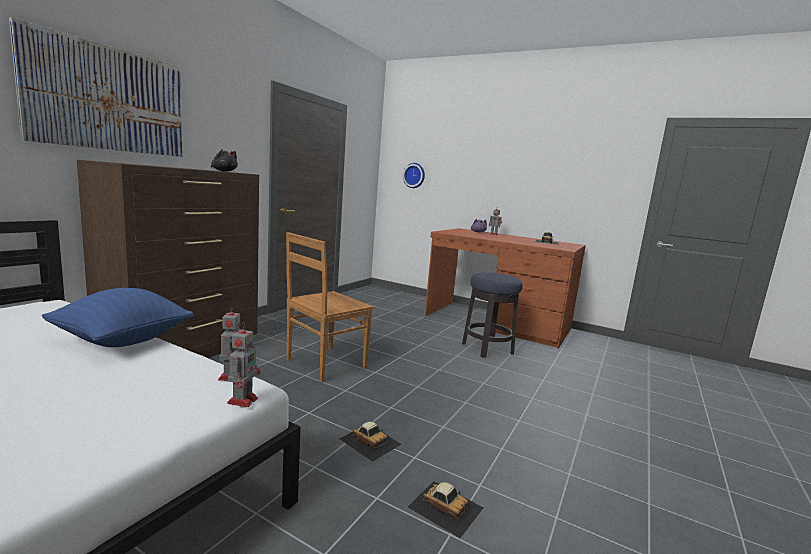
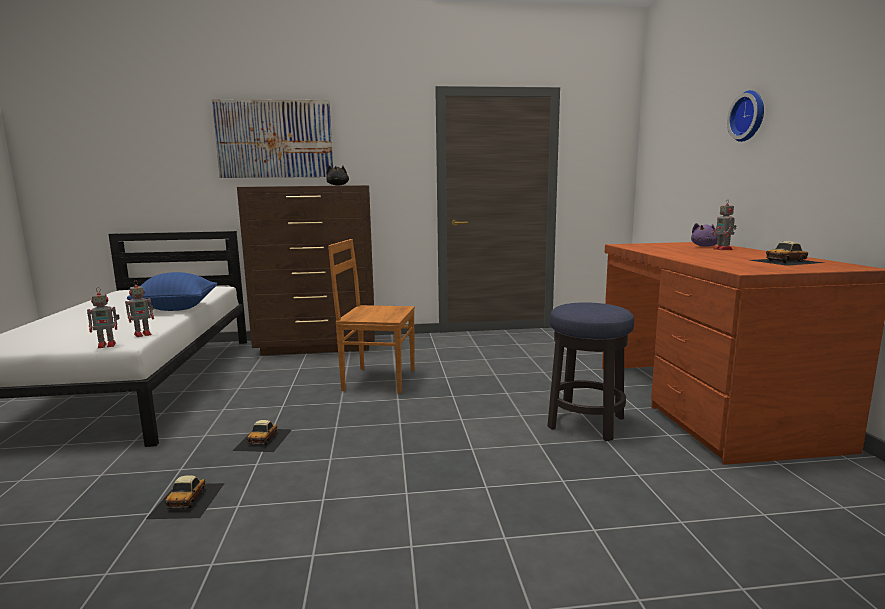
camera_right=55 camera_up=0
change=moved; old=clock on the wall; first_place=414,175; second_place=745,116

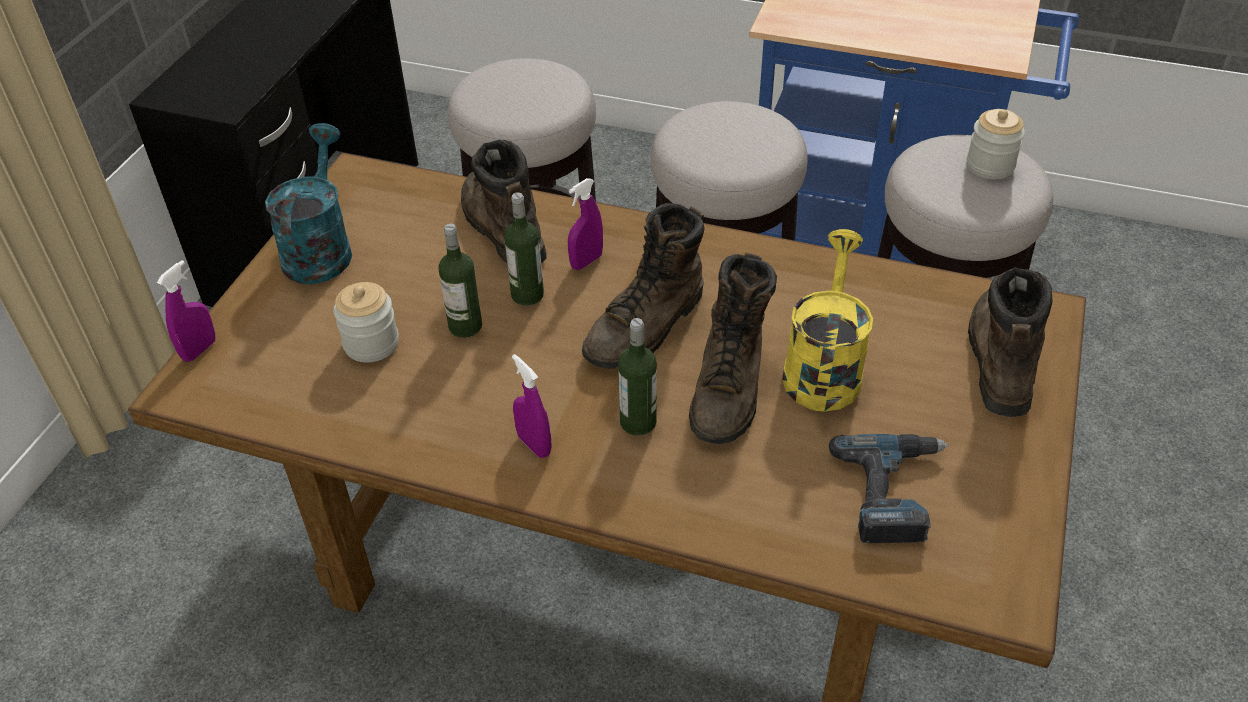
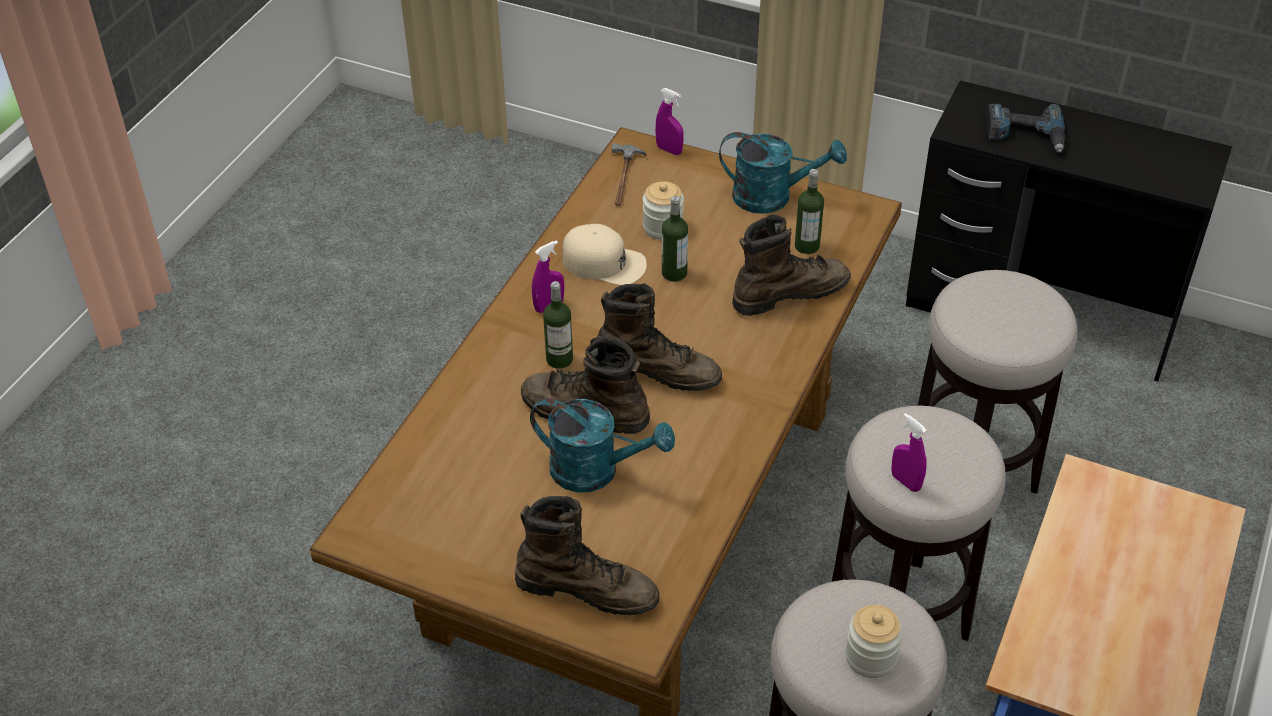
camera_right=95 camera_up=0
change=moved; old=purple spray bottle; first_place=585,224; second_place=909,452
change=moved; old=beverage bottle; first_place=524,249; second_place=809,211
change=turned; old=brown-coloured high-top boot; first_place=643,286; second_place=659,337; degrees=150
change=recoloured; old=yellow-coloured sprinkling can; new=turquoise sprinkling can; first_place=827,320; second_place=602,445
change=moved; old=drill; first_place=889,488; second_place=1026,128
change=added; new=tool hammer; second_place=629,174
change=added; new=beige peaked cap; second_place=604,254

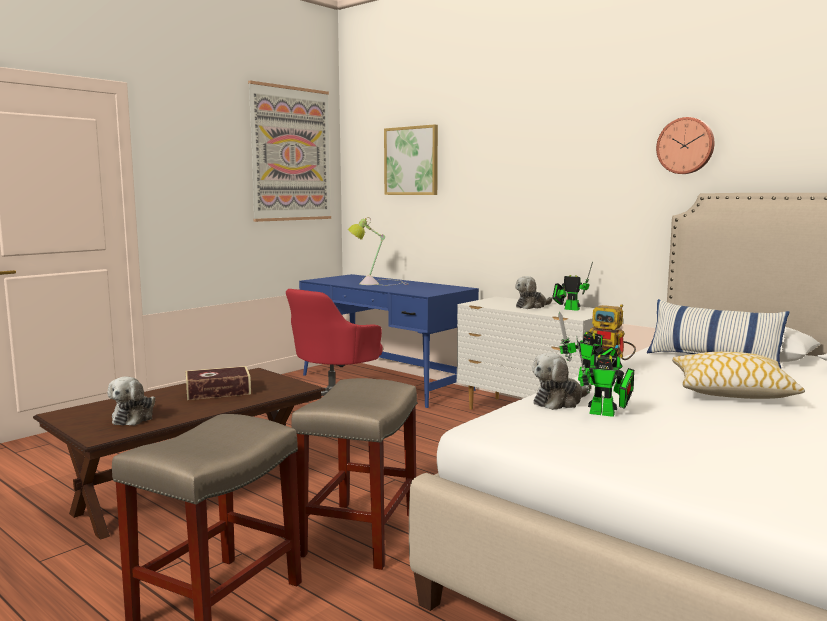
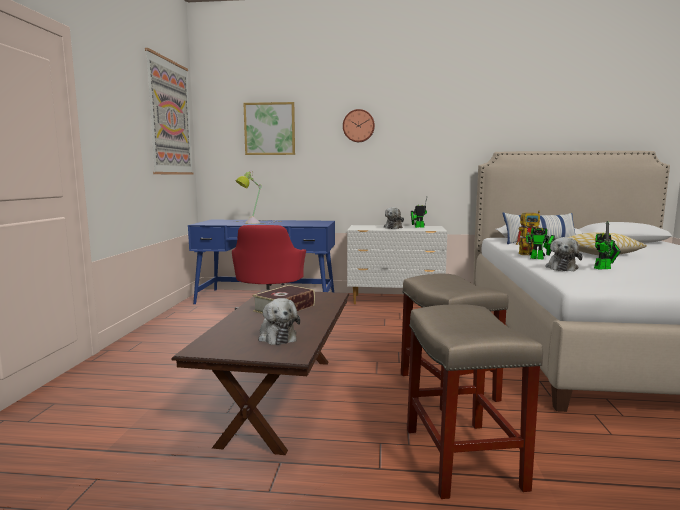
camera_right=-35 camera_up=0
change=moved; old=clock on the wall; first_place=685,145; second_place=359,125

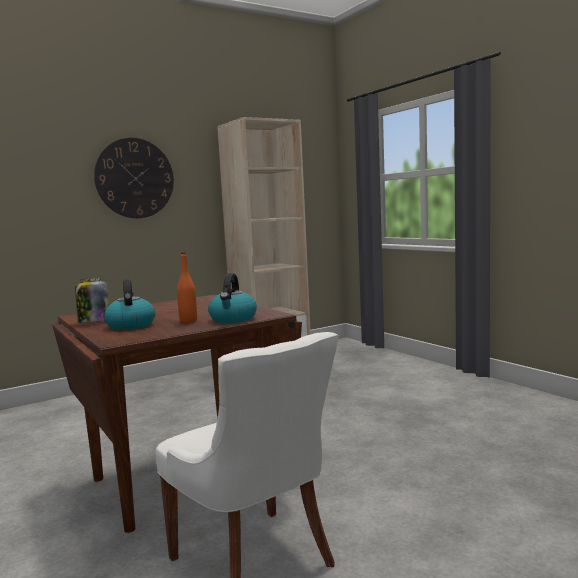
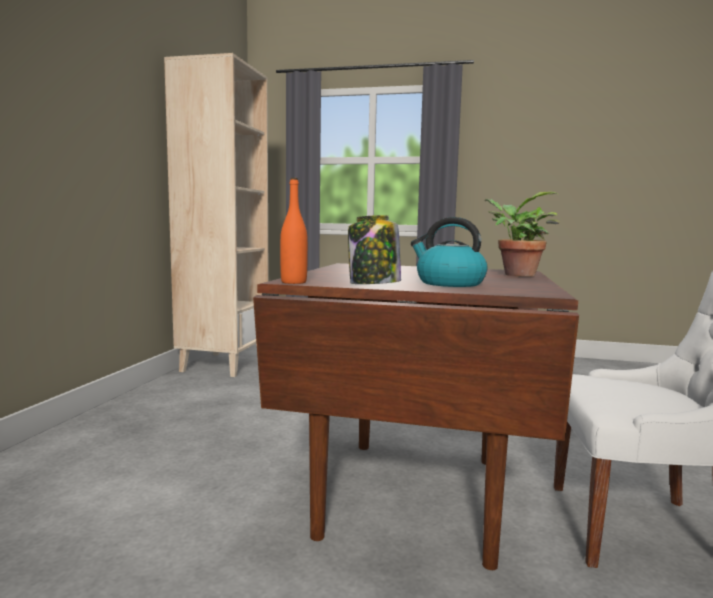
camera_right=-45 camera_up=0
change=removed; old=clock on the wall; first_place=134,178
change=moved; old=orange beverage bottle; first_place=187,287; second_place=294,231
change=replaced; old=water kettle; new=plant in a pot; first_place=232,298; second_place=522,234

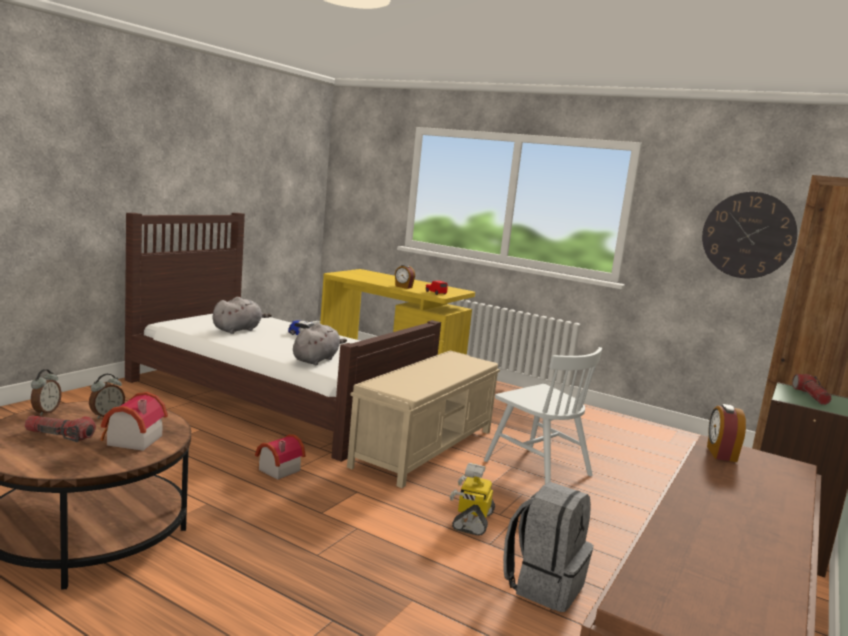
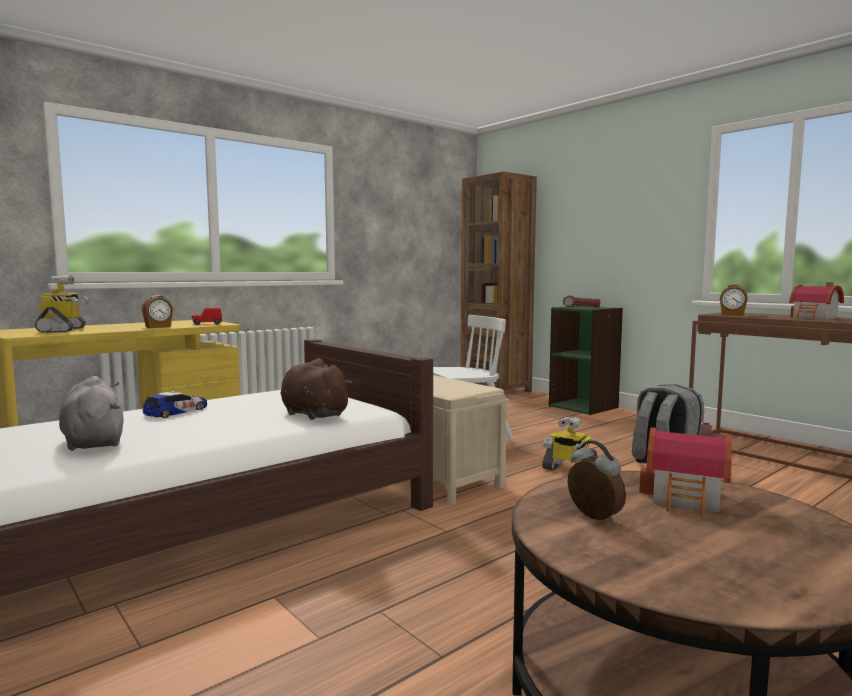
camera_right=-70 camera_up=-5
change=removed; old=clock on the wall; first_place=749,235
change=recoloured; old=greyish soft toy; new=brown-coloured soft toy; first_place=320,344; second_place=316,389
change=removed; old=bedside clock; first_place=46,392
change=removed; old=flashlight; first_place=60,428
change=moved; old=miniature house; first_place=280,457; second_place=816,301
change=added; new=toy robot; second_place=62,304

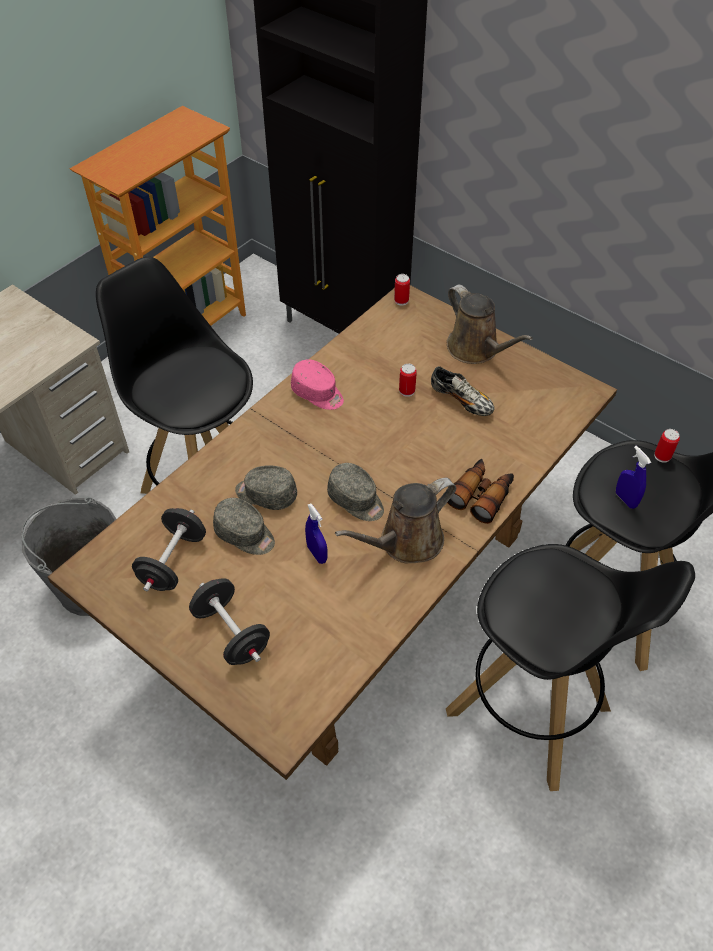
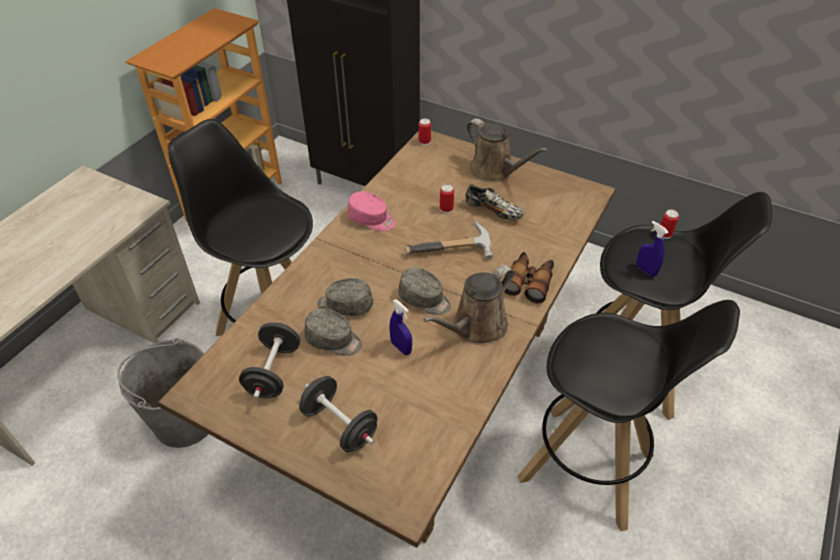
camera_right=-10 camera_up=-5
change=added; new=tool hammer; second_place=449,239

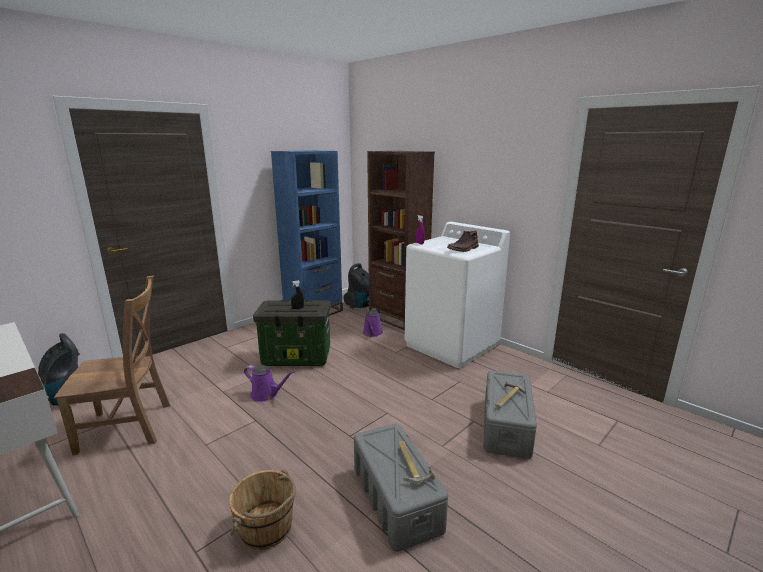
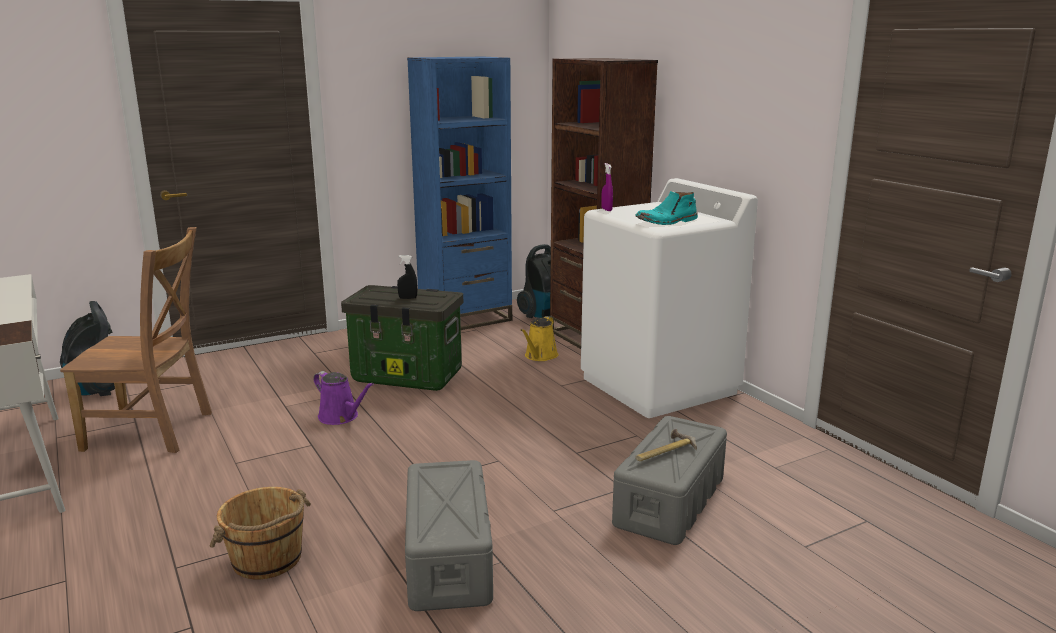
camera_right=15 camera_up=0
change=recoloured; old=brown-coloured high-top boot; new=turquoise high-top boot; first_place=463,241; second_place=666,208
change=recoloured; old=purple sprinkling can; new=yellow-coloured sprinkling can; first_place=373,322; second_place=539,338
change=removed; old=tool hammer; first_place=416,463

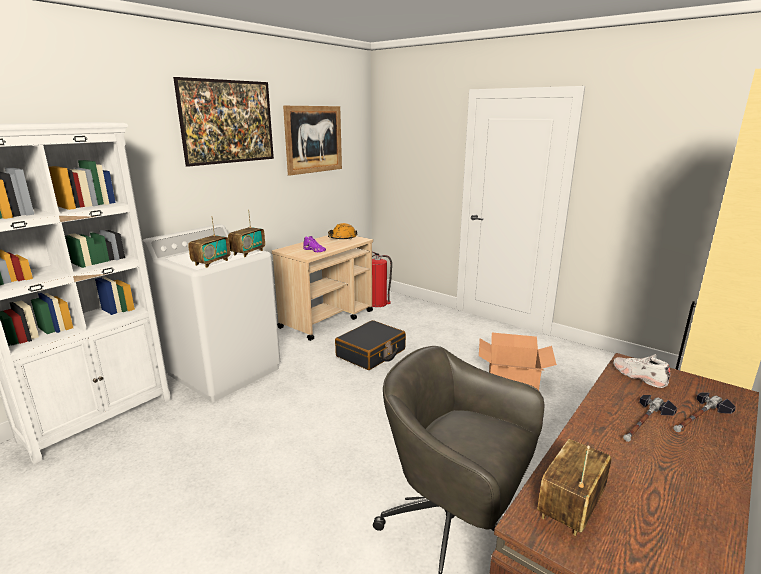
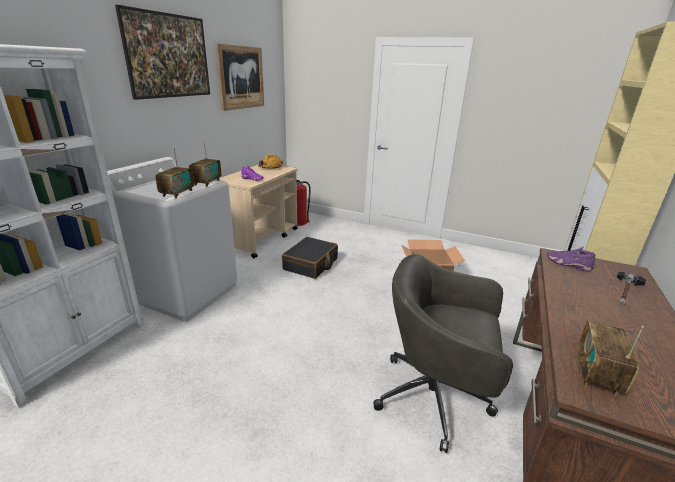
camera_right=-15 camera_up=5
change=recoloured; old=white-coloured low shoe; new=purple low shoe; first_place=642,371; second_place=571,259
change=removed; old=tool hammer; first_place=650,418

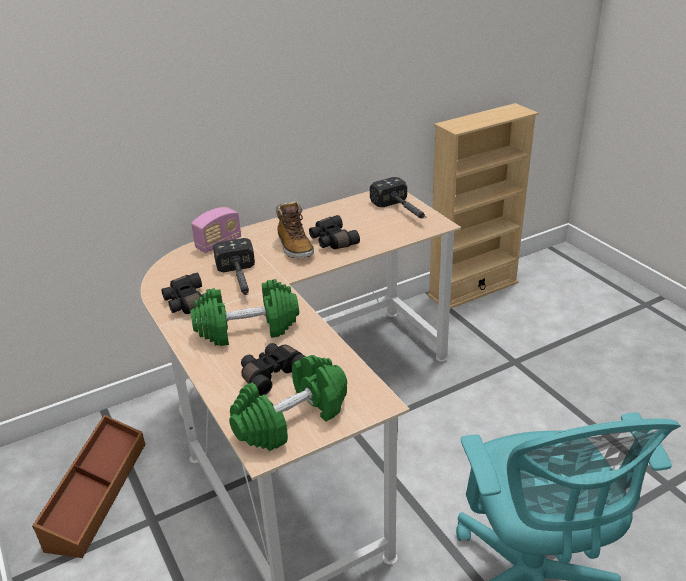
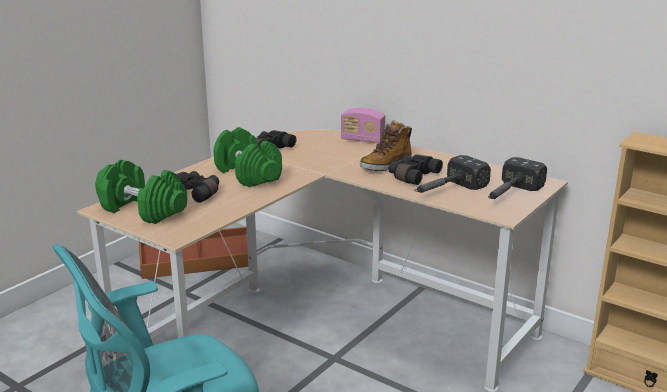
camera_right=65 camera_up=-10
change=moved; old=tool hammer; first_place=234,266; second_place=452,174

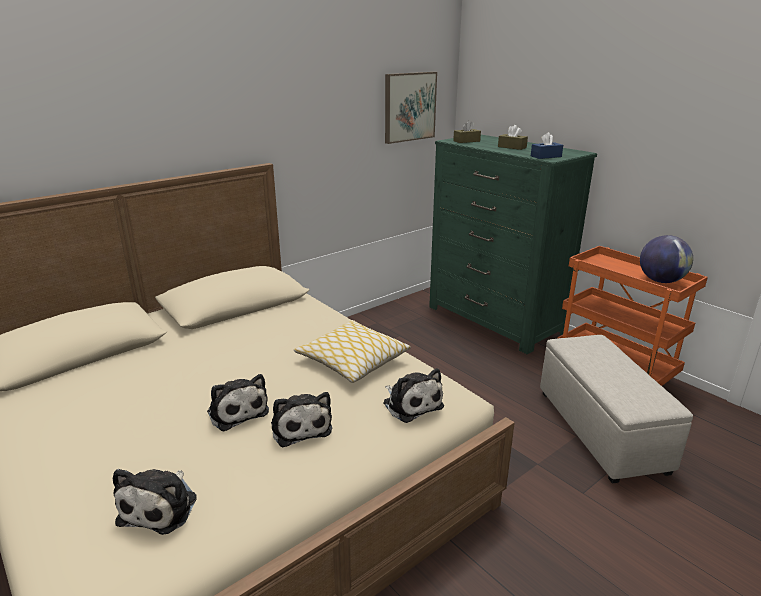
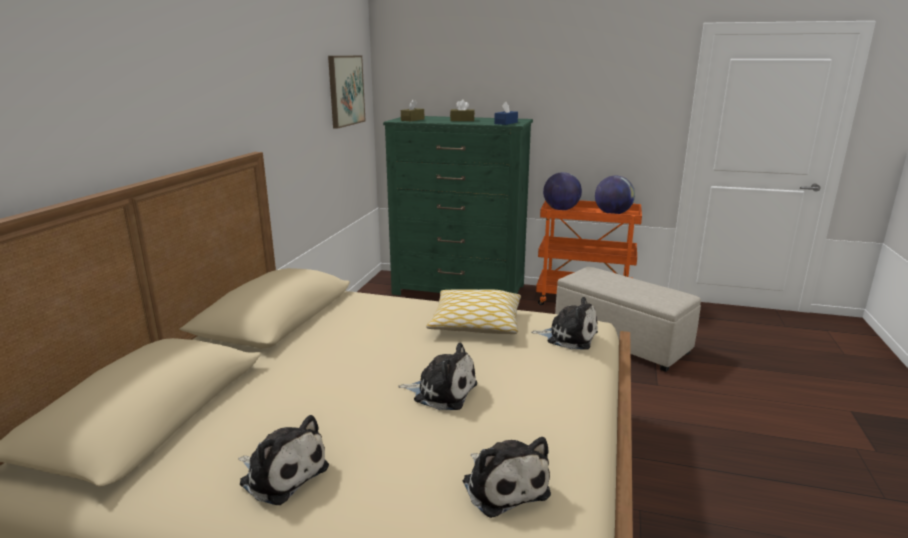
camera_right=-35 camera_up=-5
change=moved; old=soft toy; first_place=301,419; second_place=283,460
change=added; new=desk globe; second_place=562,191

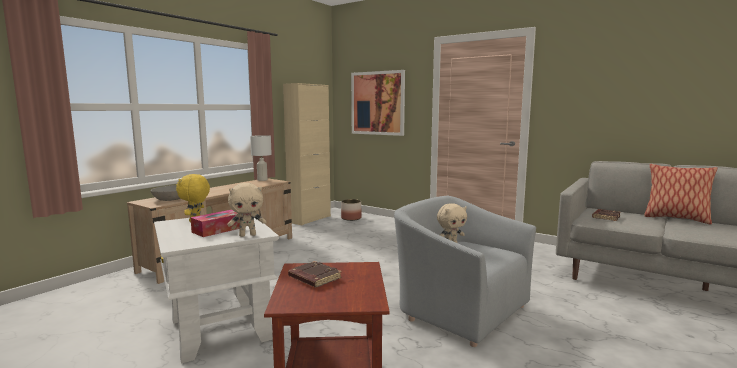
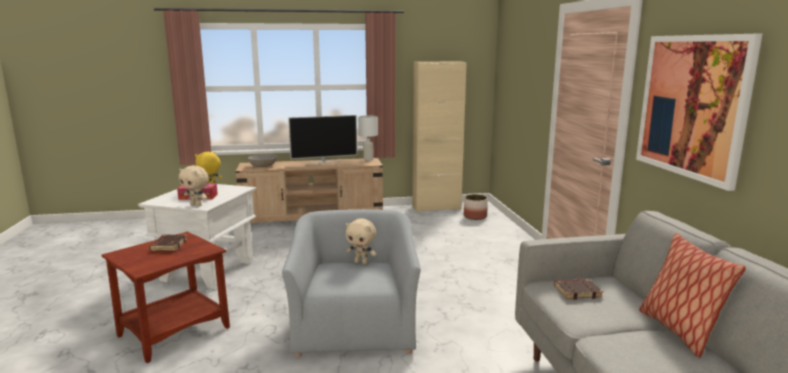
camera_right=45 camera_up=5
change=moved; old=picture; first_place=378,103; second_place=699,112
change=added; new=television; second_place=322,139

